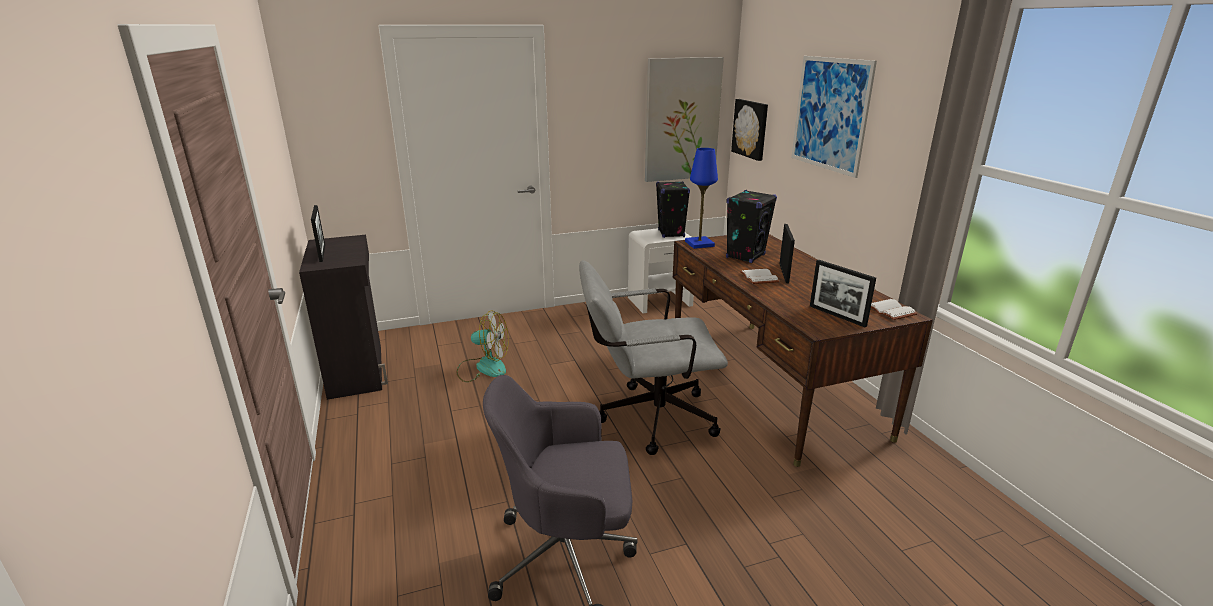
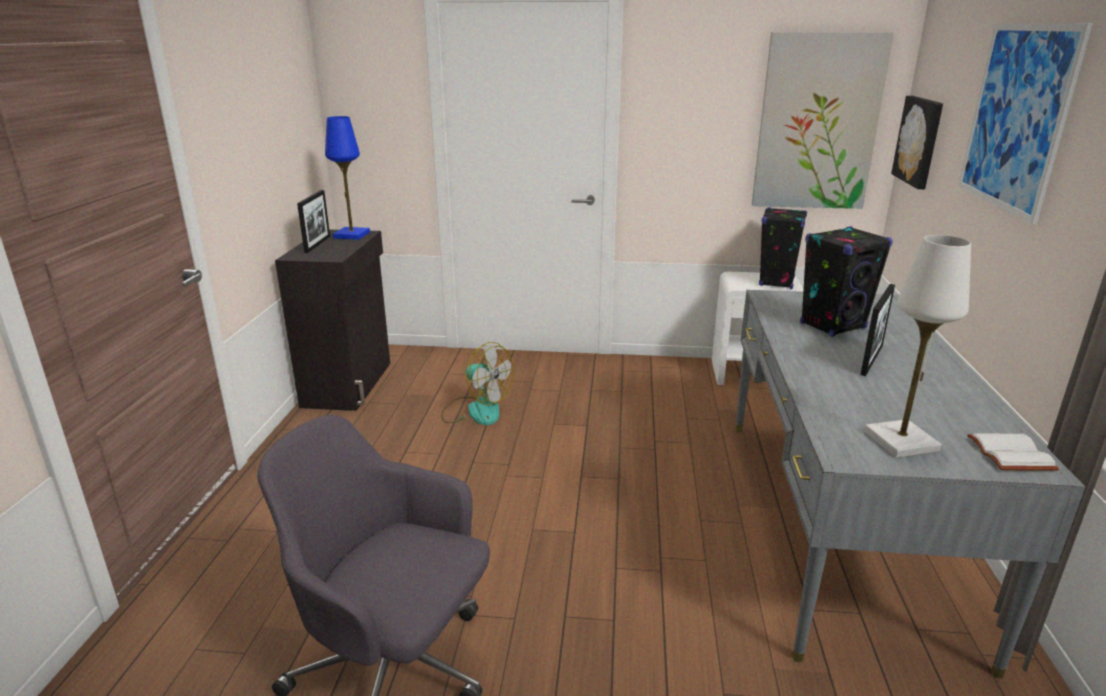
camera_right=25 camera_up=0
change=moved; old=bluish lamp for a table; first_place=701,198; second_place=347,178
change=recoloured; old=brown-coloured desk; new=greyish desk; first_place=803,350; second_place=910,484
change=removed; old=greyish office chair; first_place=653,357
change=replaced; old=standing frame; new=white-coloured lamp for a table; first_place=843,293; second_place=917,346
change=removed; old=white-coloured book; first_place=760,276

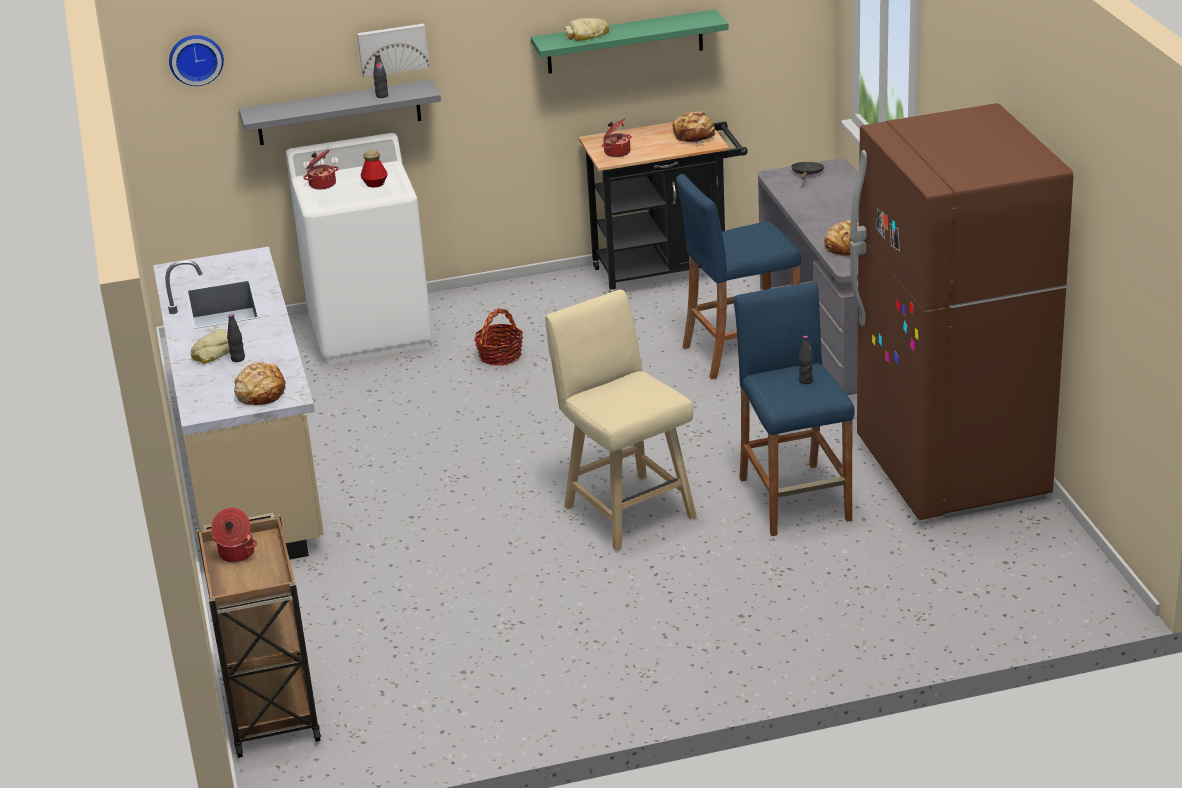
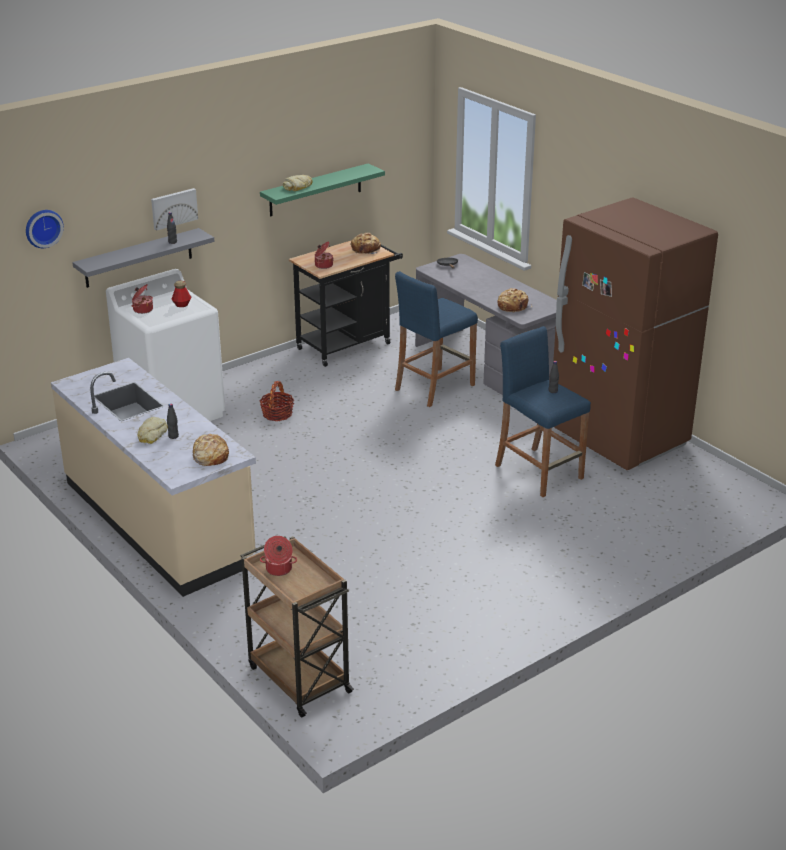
camera_right=-25 camera_up=0
change=removed; old=beige sitting stool; first_place=621,420

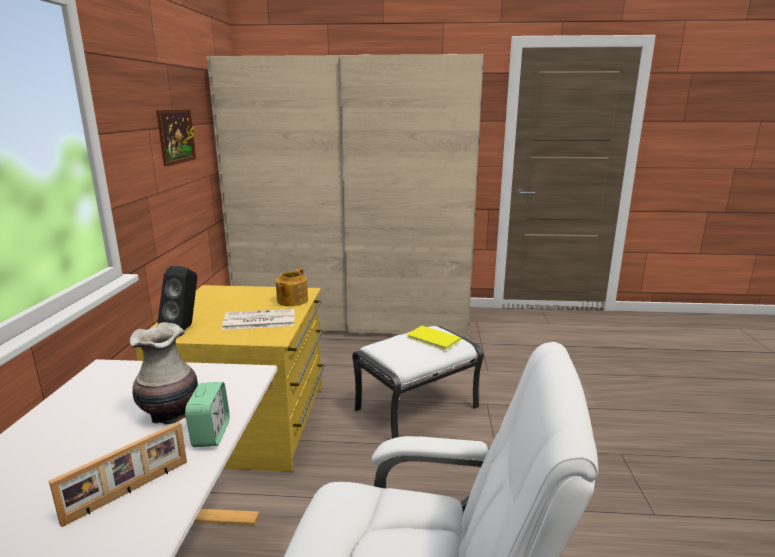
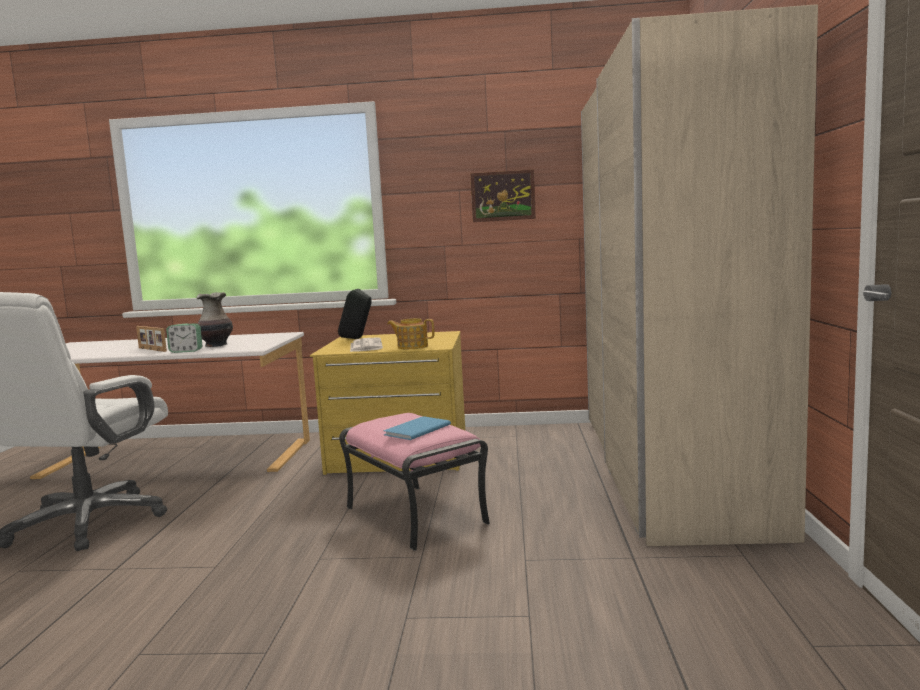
camera_right=90 camera_up=-10
change=recoloured; old=white-coloured ottoman; new=pinkish ottoman; first_place=418,382; second_place=414,482
change=recoloured; old=yellow-coloured book; new=bluish book; first_place=434,338; second_place=417,428

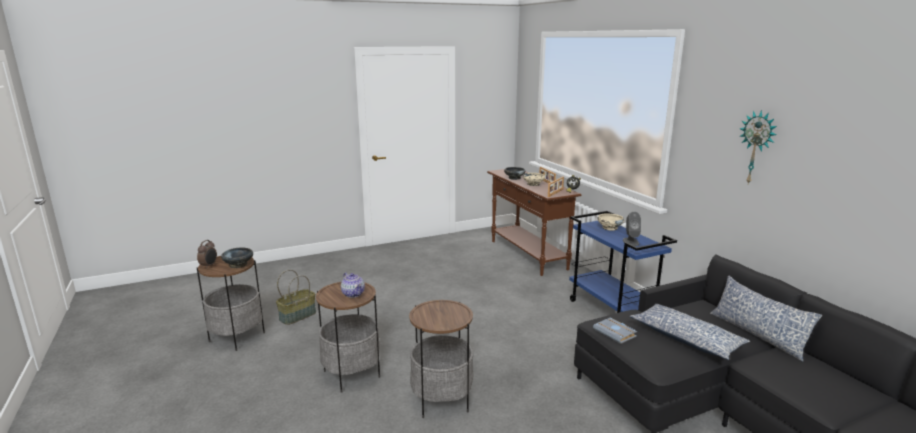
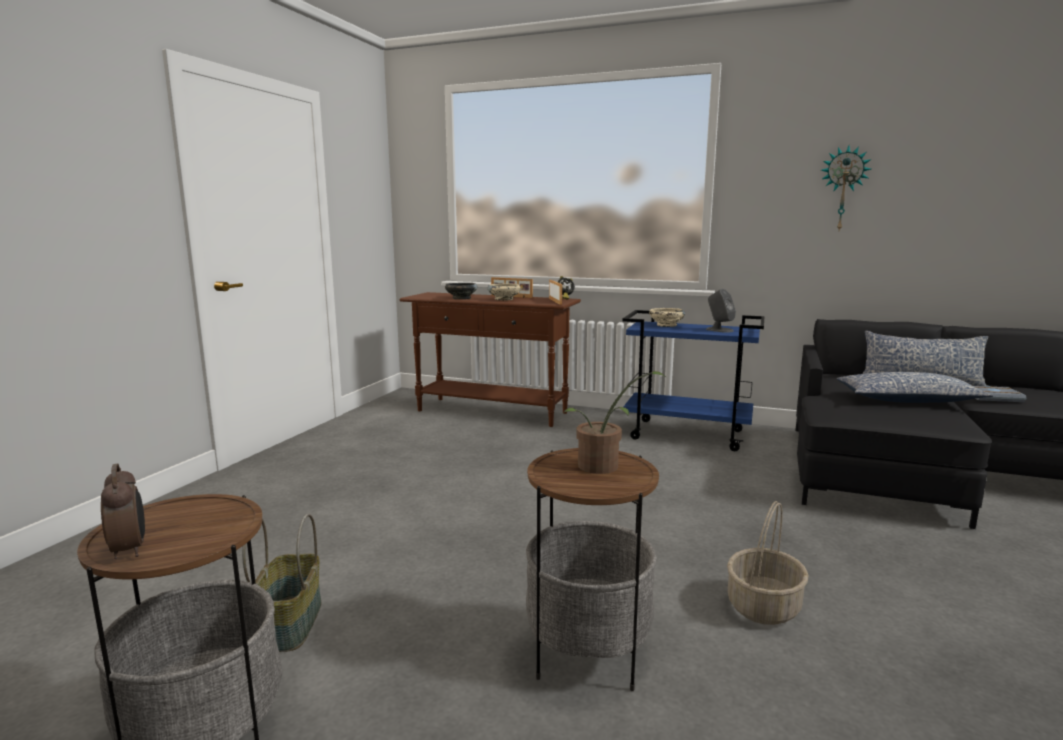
camera_right=-45 camera_up=-5
change=removed; old=black serving bowl; first_place=237,257
change=replaced; old=tea pot; new=plant in a pot; first_place=353,285; second_place=615,422
change=replaced; old=accent table; new=household basket; first_place=441,359; second_place=768,563
change=moved; old=greyish book; first_place=615,330; second_place=999,393

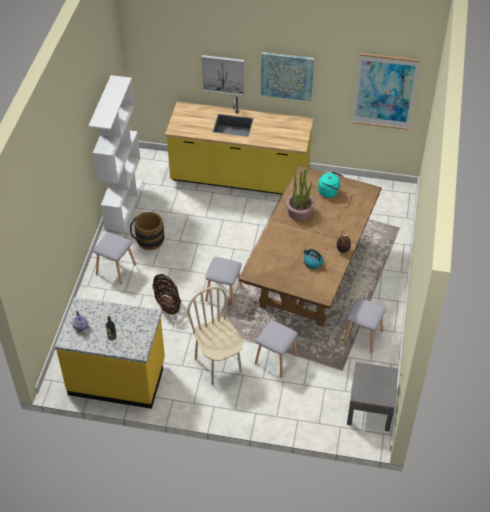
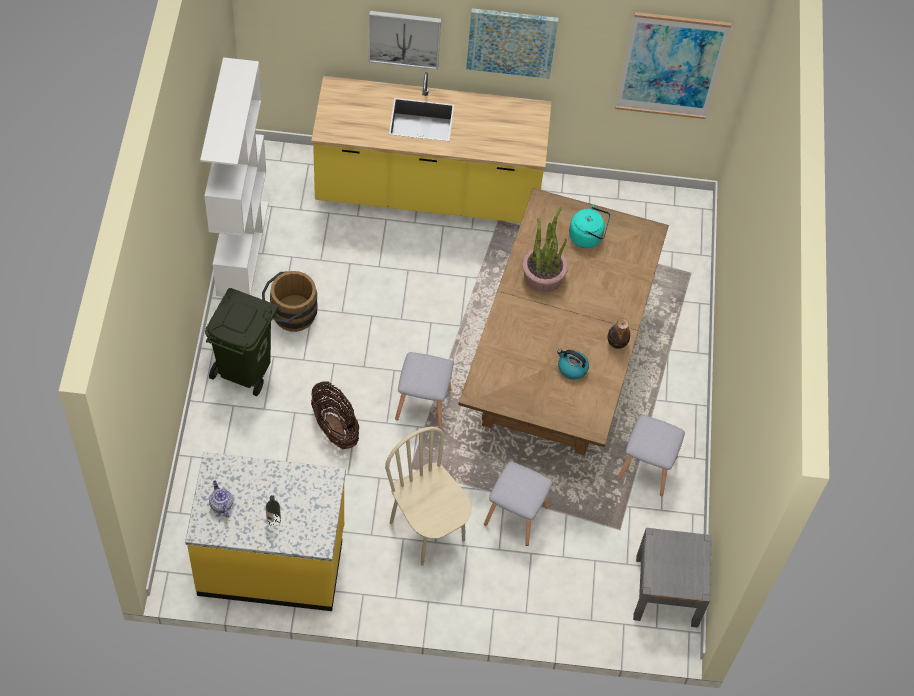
camera_right=-10 camera_up=10
change=replaced; old=greyish sitting stool; new=greenish trash can; first_place=114,258; second_place=242,342

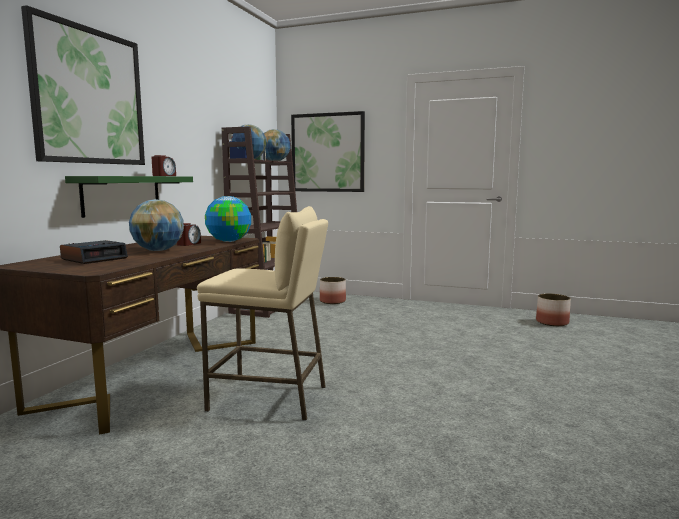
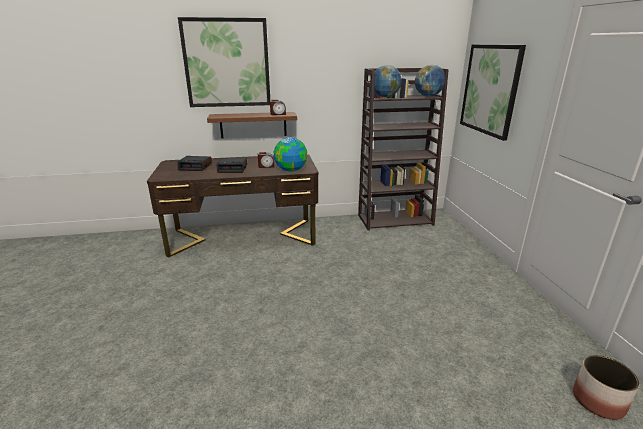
camera_right=60 camera_up=15
change=recoloured; old=greenish bracket shelf; new=brown-coloured bracket shelf; first_place=129,197; second_place=252,125
change=replaced; old=desk globe; new=bedside clock; first_place=156,225; second_place=231,165
change=removed; old=beige sitting stool; first_place=262,313
change=removed; old=flower pot; first_place=333,290

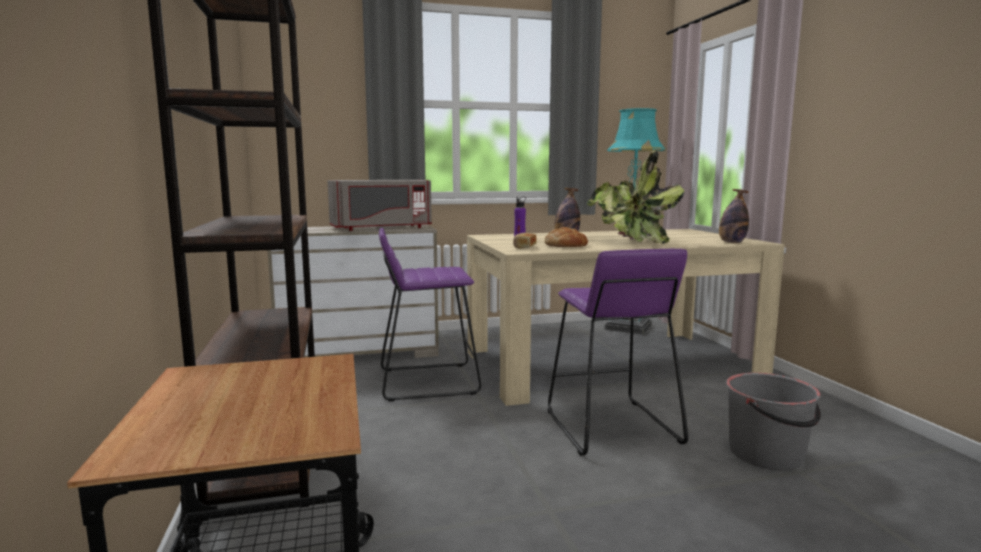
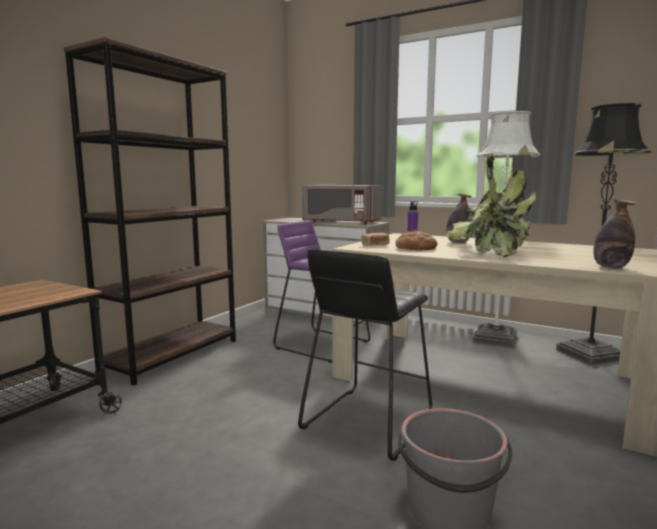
camera_right=45 camera_up=0
change=recoloured; old=turquoise standard lamp; new=black standard lamp; first_place=635,221; second_place=603,234
change=recoloured; old=purple sitting stool; new=black sitting stool; first_place=618,352; second_place=365,355
change=added; new=white-coloured standard lamp; second_place=506,229

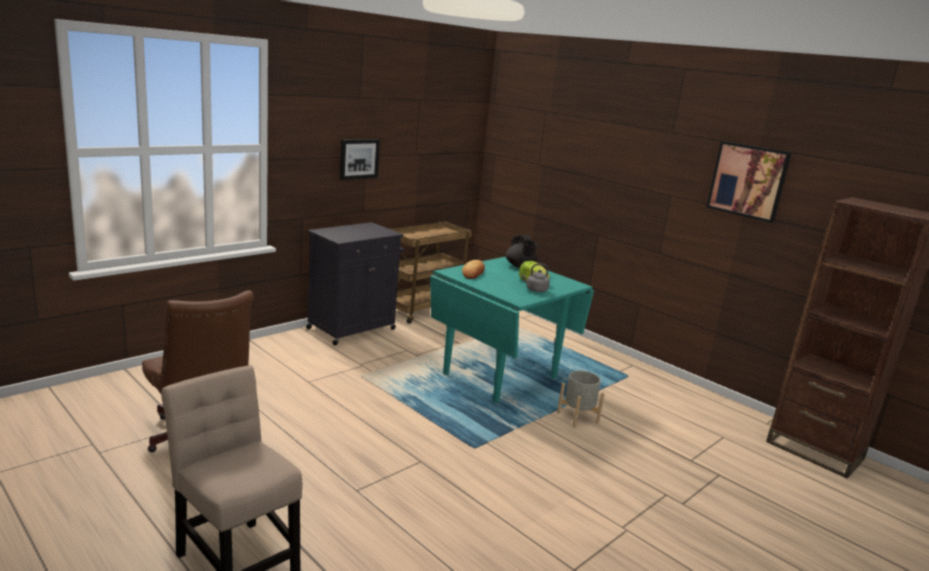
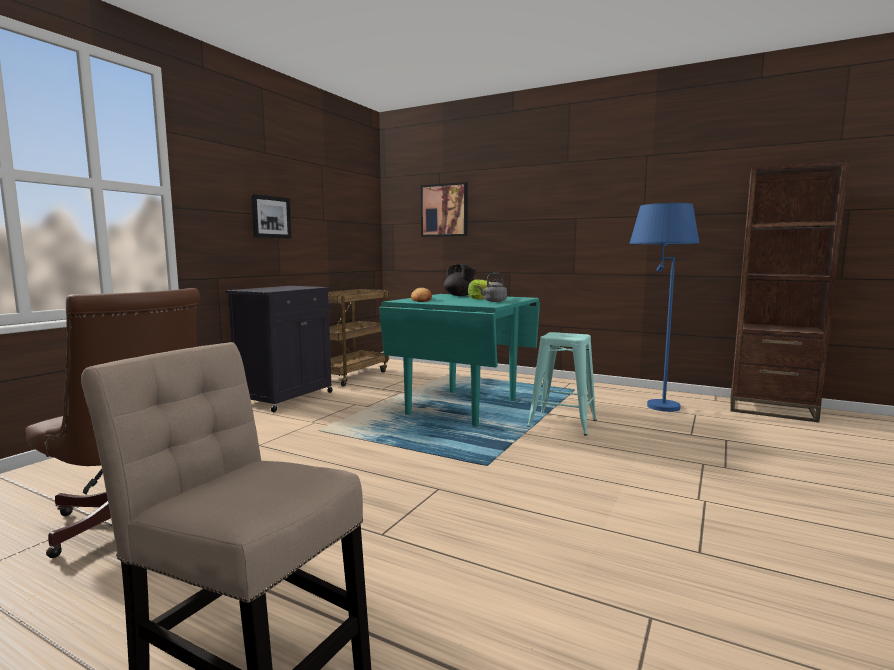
camera_right=-15 camera_up=-10
change=moved; old=picture; first_place=749,182; second_place=444,209
change=replaced; old=greyish flower pot; new=turquoise sitting stool; first_place=581,399; second_place=562,384
change=added; new=bluish standard lamp; second_place=664,307

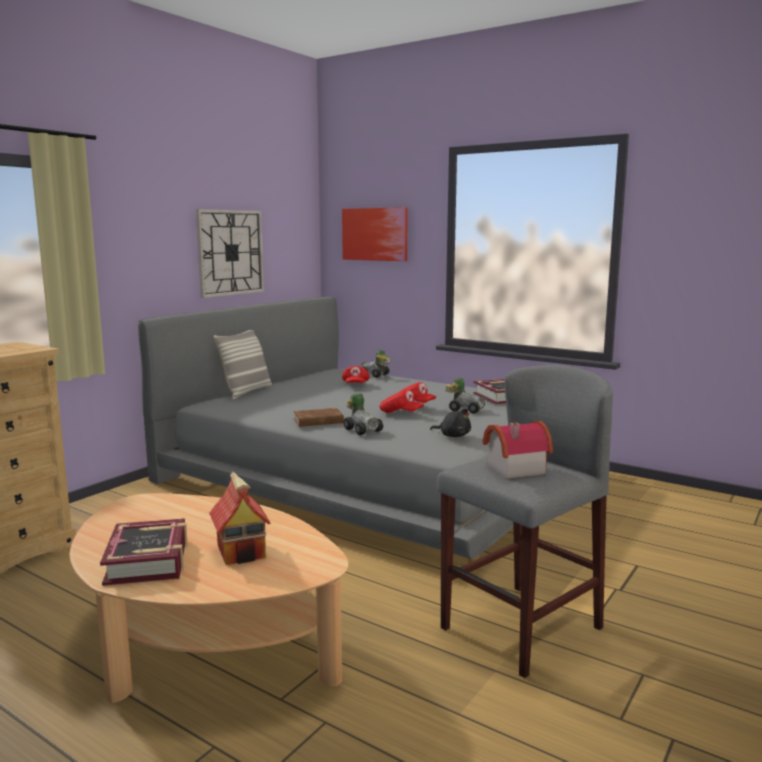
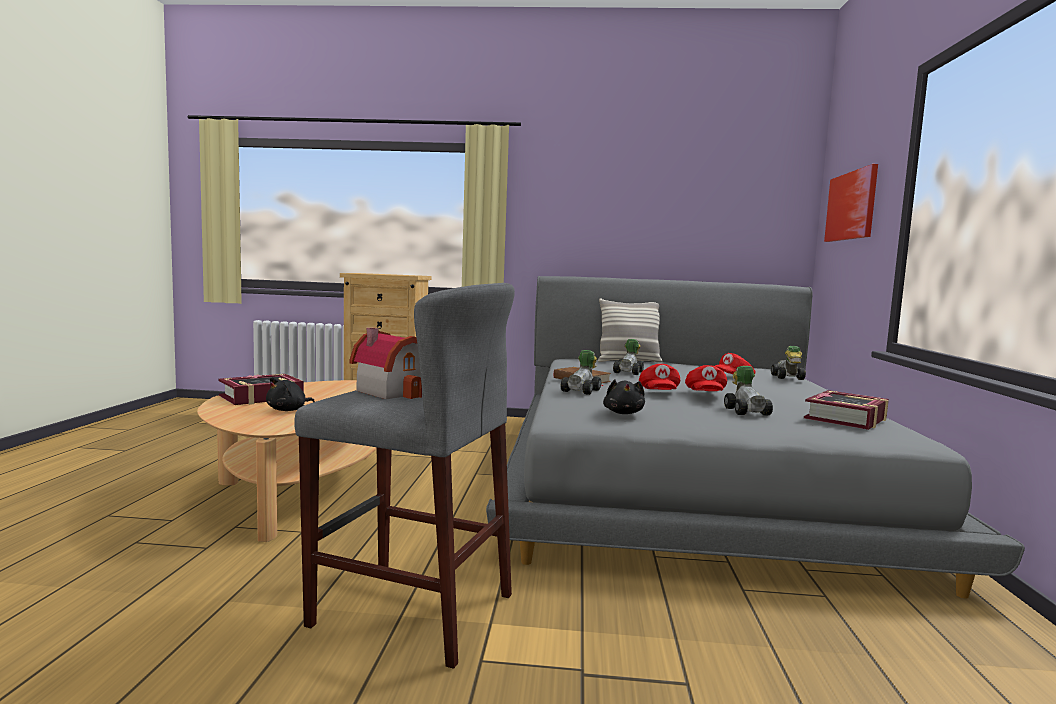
camera_right=60 camera_up=-5
change=removed; old=clock on the wall; first_place=230,253
change=replaced; old=miniature house; new=black soft toy; first_place=240,518; second_place=290,394
change=added; new=toy car; second_place=628,357

